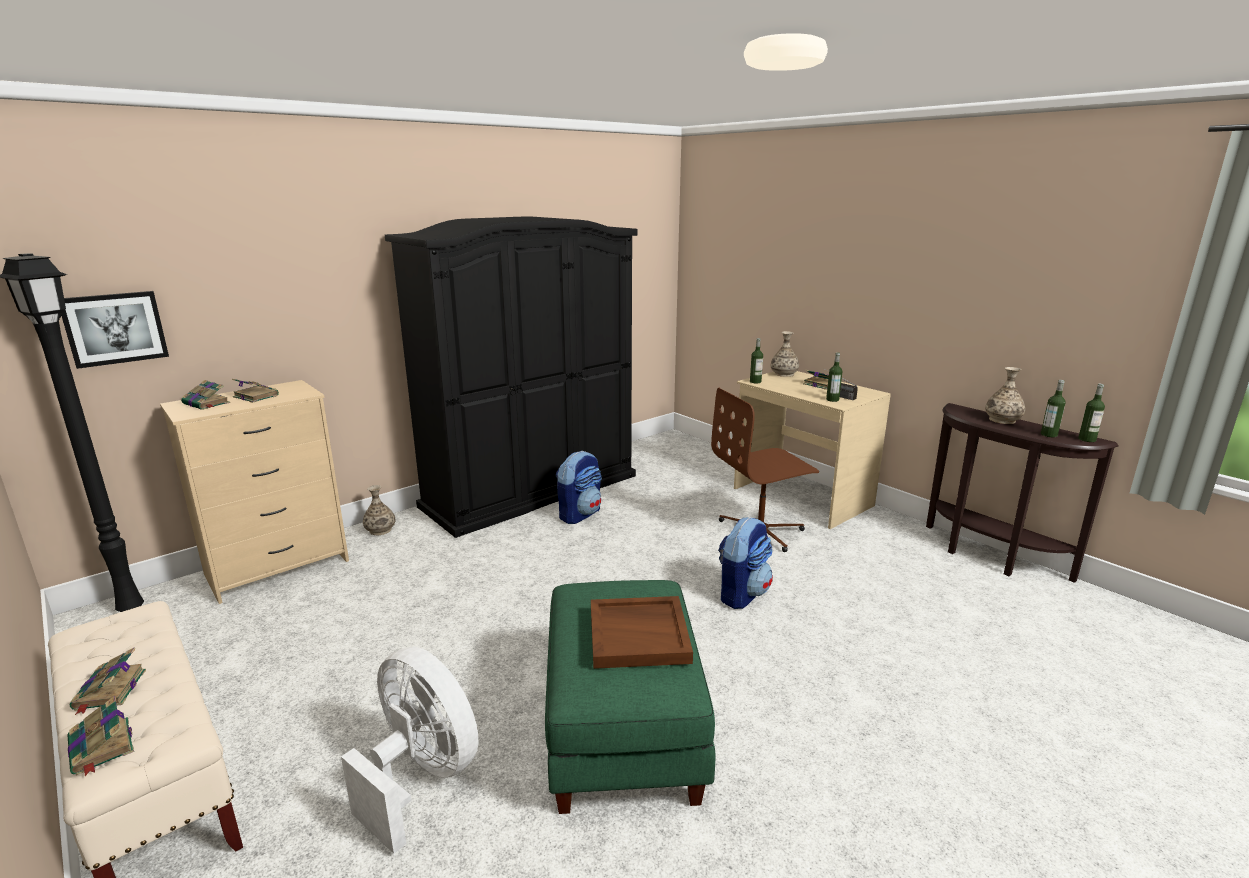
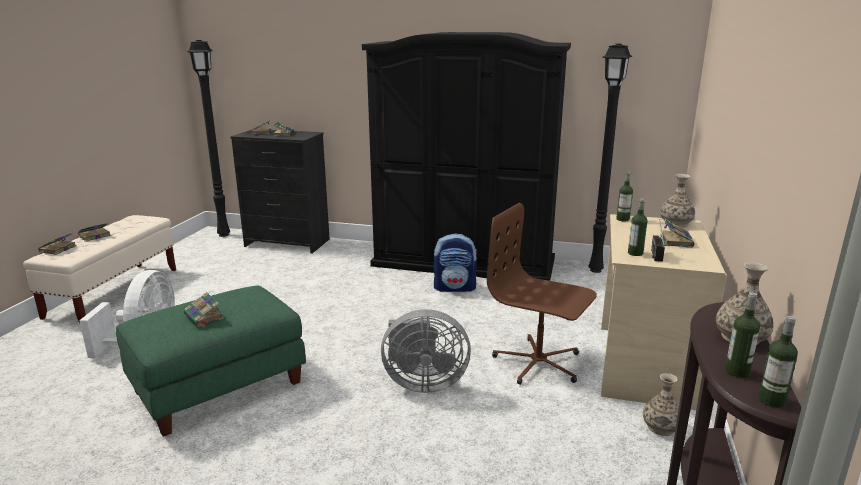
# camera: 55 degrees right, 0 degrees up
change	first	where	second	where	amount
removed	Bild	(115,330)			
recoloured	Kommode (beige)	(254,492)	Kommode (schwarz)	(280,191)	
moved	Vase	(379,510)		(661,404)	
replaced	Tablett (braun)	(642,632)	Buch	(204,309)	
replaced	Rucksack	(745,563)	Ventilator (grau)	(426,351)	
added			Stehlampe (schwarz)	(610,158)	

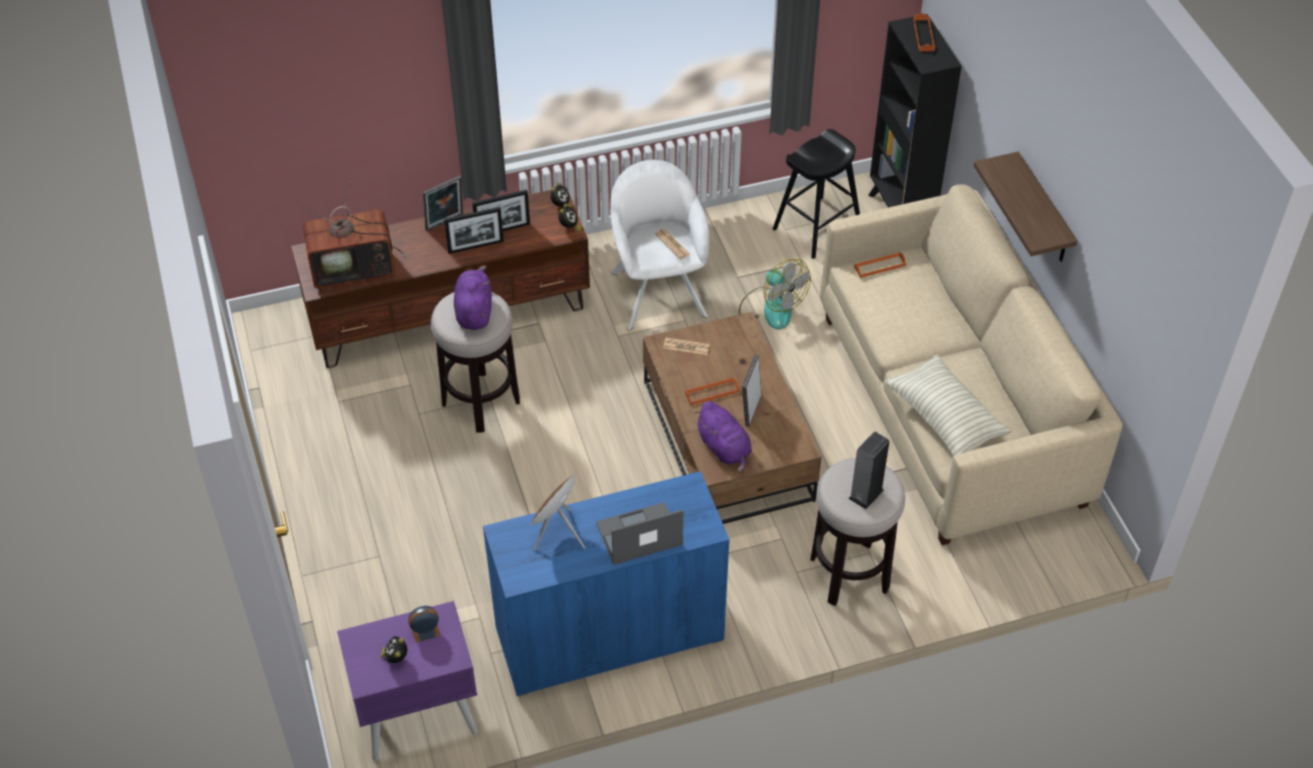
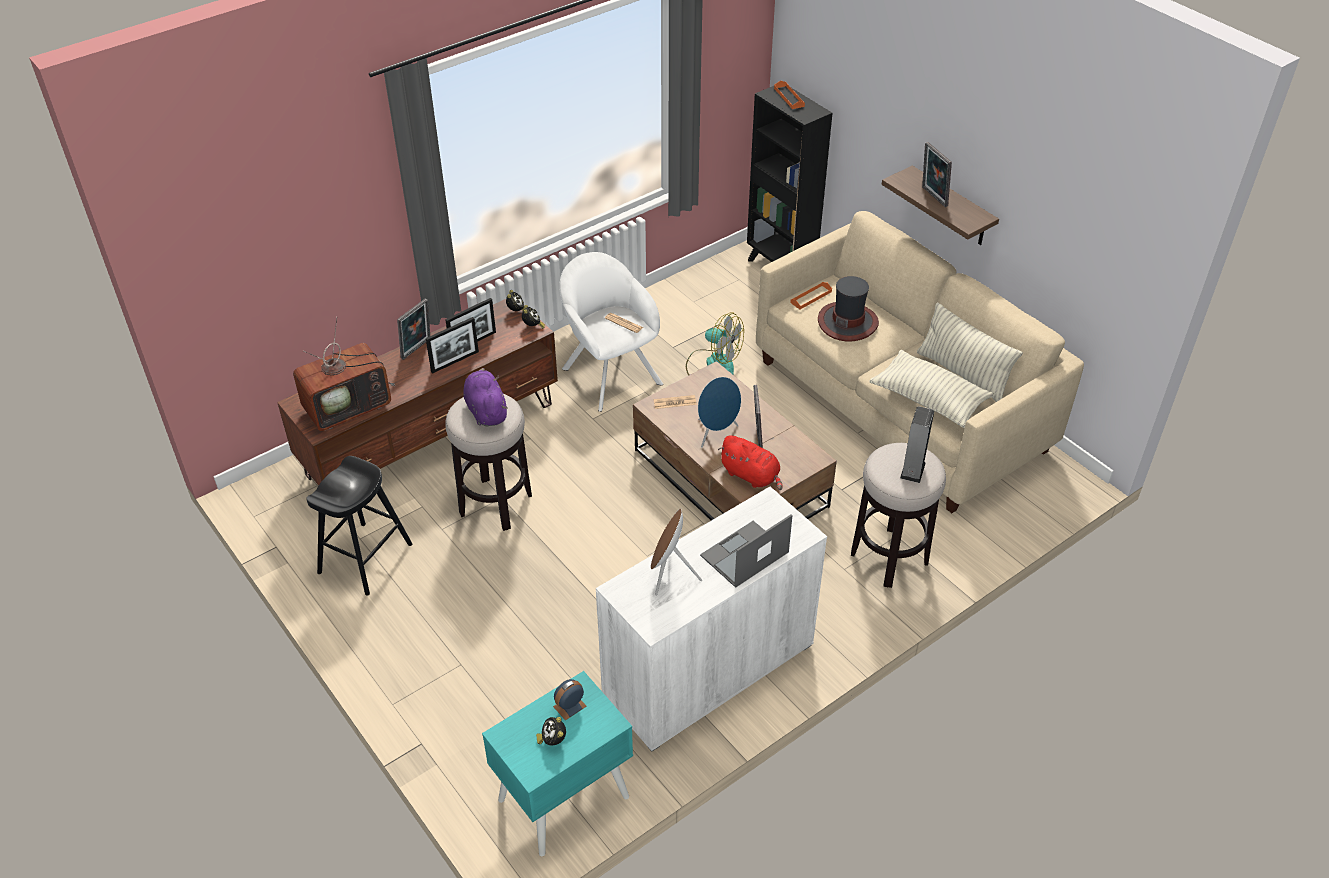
# camera: 20 degrees left, 5 degrees down
change	first	where	second	where	amount
recoloured	Nachttisch (lila)	(407,681)	Nachttisch (türkis)	(557,763)	
recoloured	Schrank (blau)	(606,583)	Schrank (weiß)	(711,618)	
replaced	Tablett (orange)	(712,391)	Lautsprecher (blau)	(719,412)	
recoloured	Plüschtier (lila)	(723,437)	Plüschtier (rot)	(750,462)	
moved	Hocker (schwarz)	(816,194)		(359,526)	
added			Hut	(848,308)	
added			Kissen	(970,352)	
added			Bilderrahmen	(937,174)	

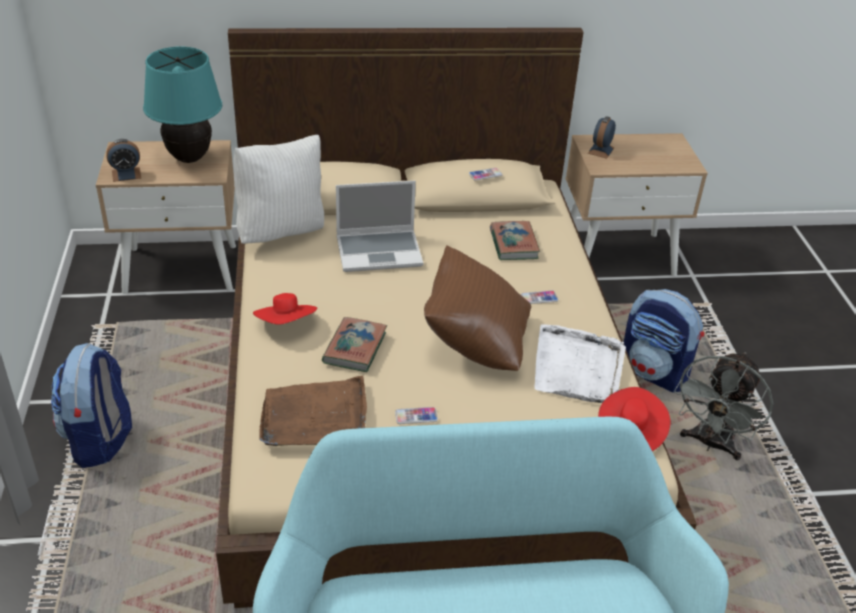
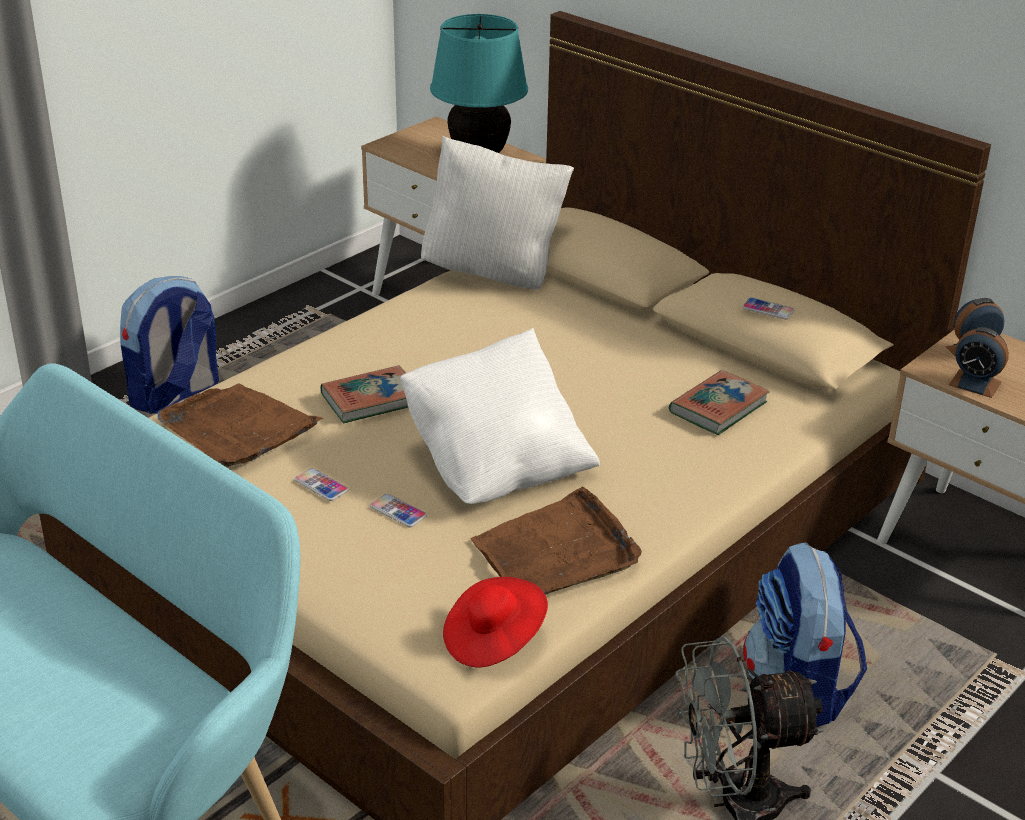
# camera: 50 degrees right, 5 degrees down
change	first	where	second	where	amount
moved	Wecker	(123,160)		(979,362)	
removed	Hut (rot)	(285,309)			
removed	Laptop	(379,226)			
recoloured	Kissen (braun)	(477,308)	Kissen (weiß)	(500,416)	
moved	Handy	(539,297)		(398,510)	
recoloured	Tablett (weiß)	(580,363)	Tablett (braun)	(556,541)	

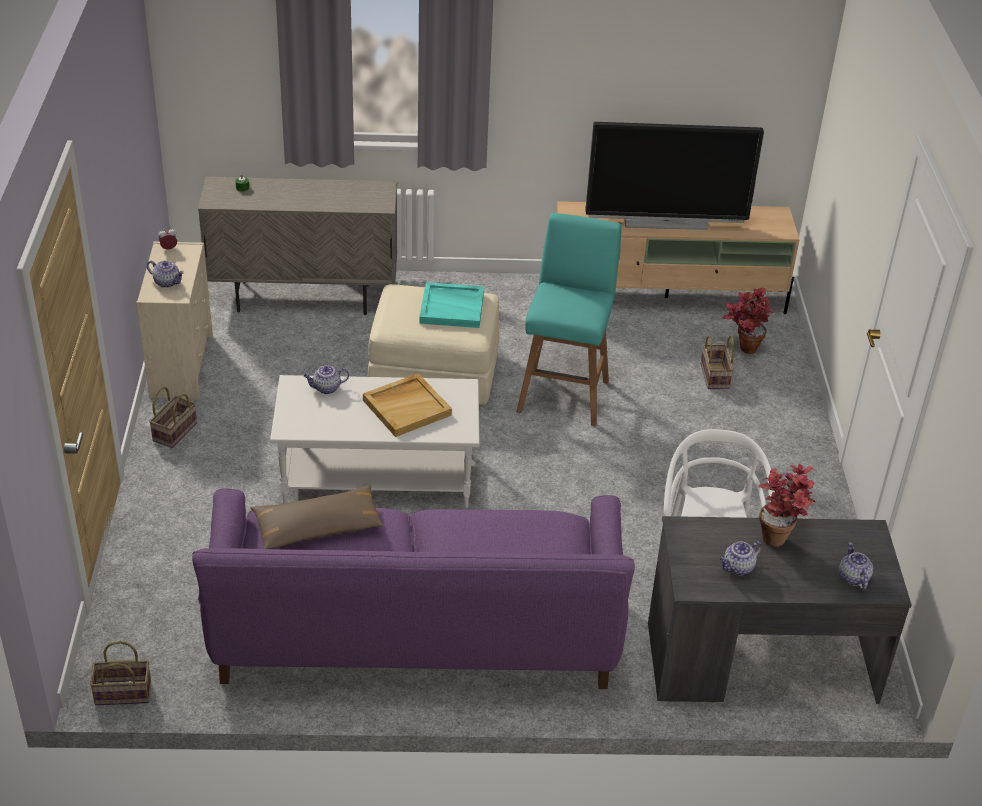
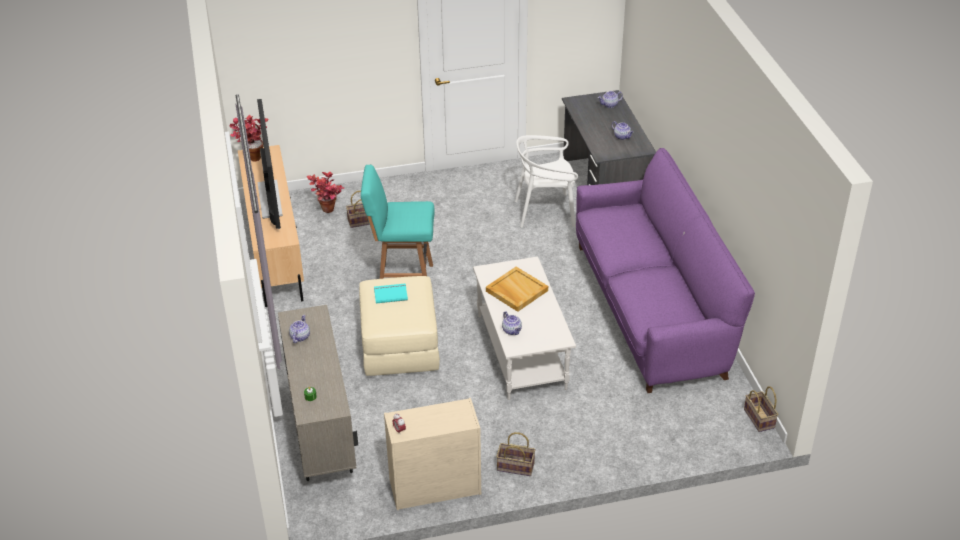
# camera: 100 degrees left, 0 degrees up
change	first	where	second	where	amount
moved	Teekanne	(165,274)		(299,329)	
removed	Kissen (braun)	(317,517)			
replaced	Tablett (türkis)	(452,305)	Buch (türkis)	(391,293)	
moved	Topfpflanze	(787,505)		(249,138)	

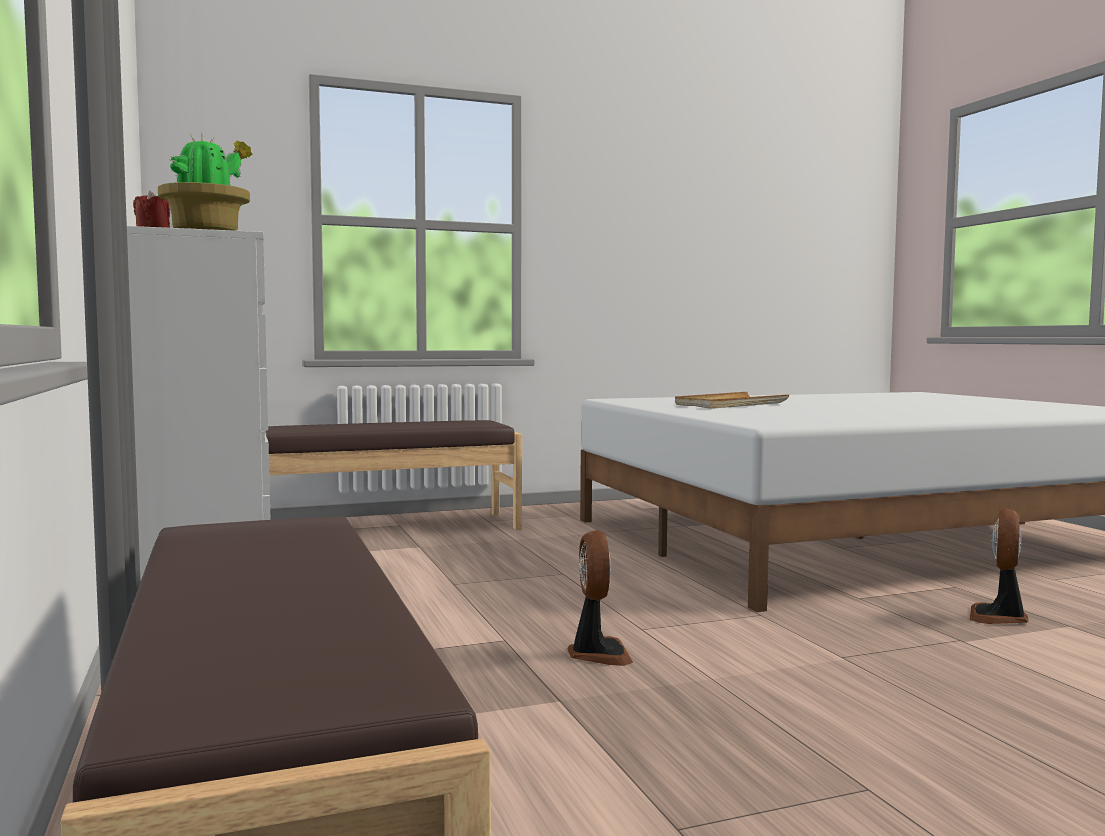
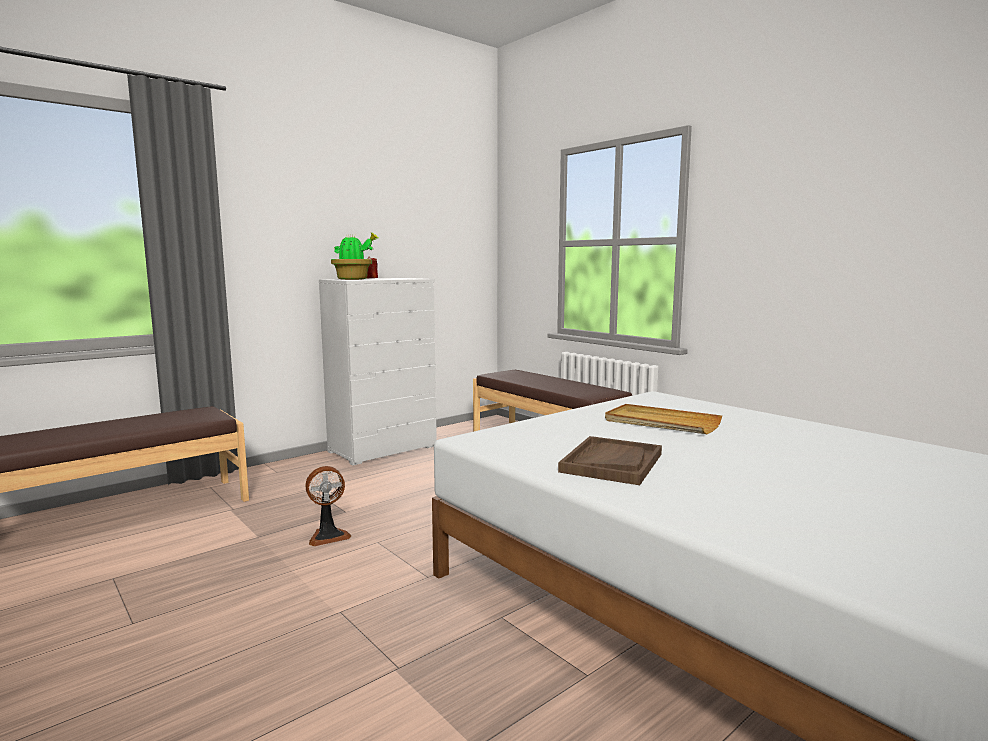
# camera: 70 degrees right, 5 degrees up
change	first	where	second	where	amount
removed	Ventilator	(999,566)			
added			Tablett (braun)	(610,460)	

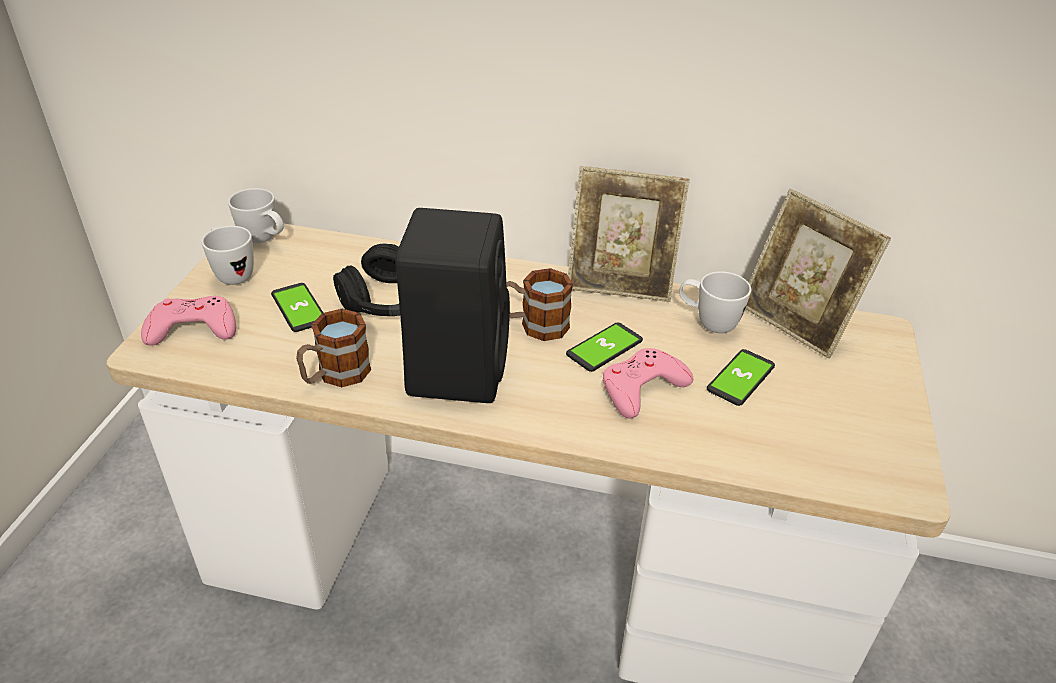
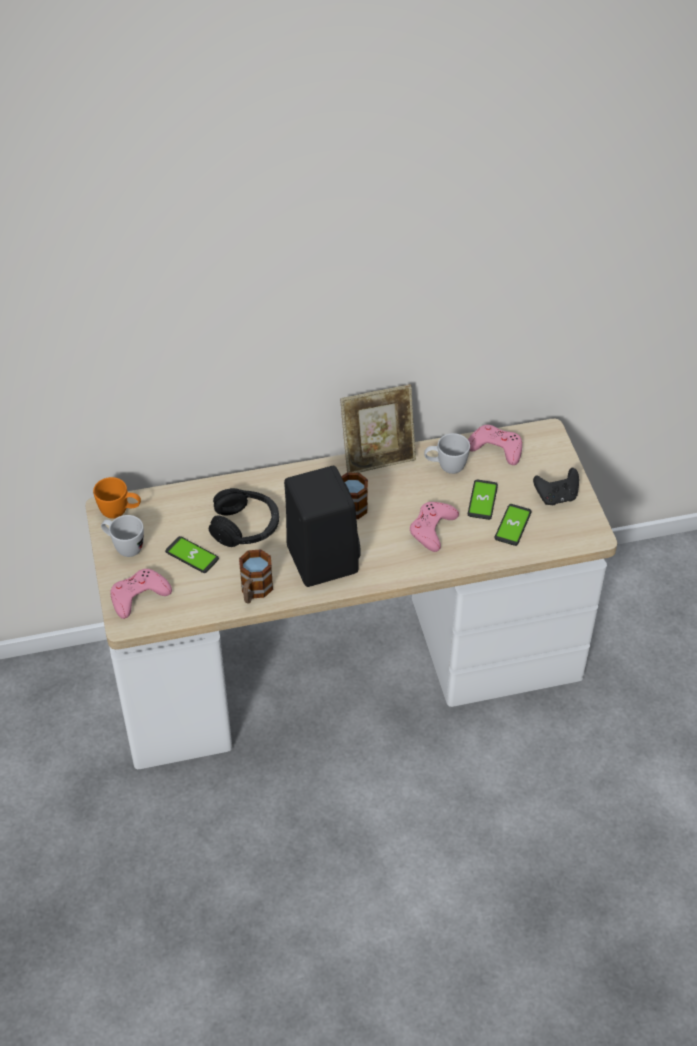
# camera: 25 degrees left, 10 degrees up
change	first	where	second	where	amount
recoloured	Henkelbecher (weiß)	(256,215)	Henkelbecher (orange)	(117,498)	
moved	Handy	(604,347)		(513,525)	
replaced	Bilderrahmen	(818,273)	Gamepad (rosa)	(495,445)	
added			Gamepad (schwarz)	(556,486)	

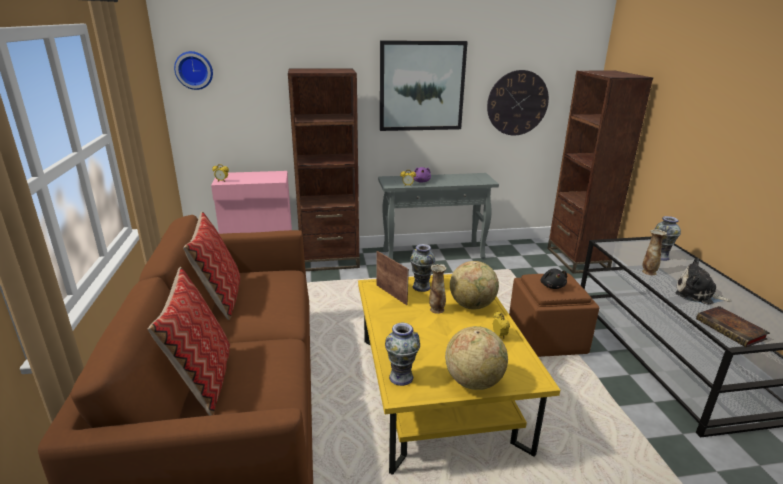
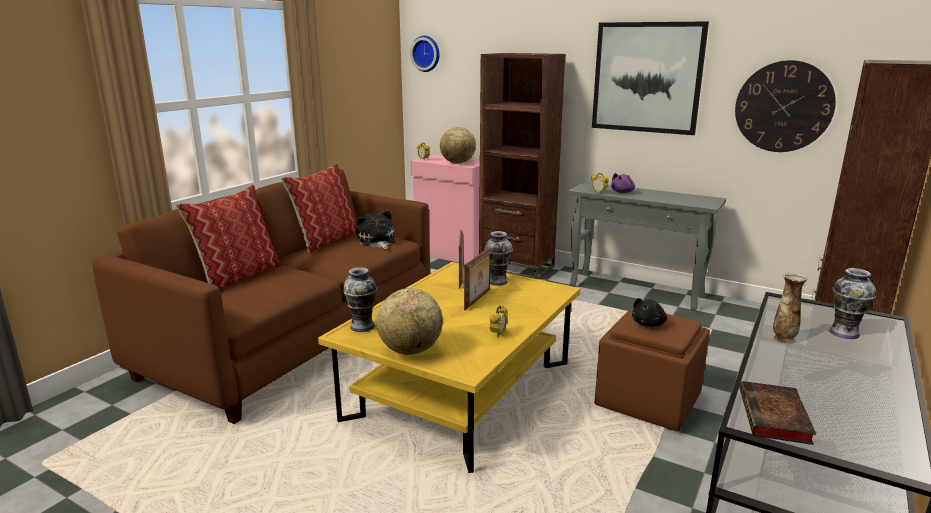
# camera: 40 degrees right, 5 degrees down
change	first	where	second	where	amount
replaced	Vase	(438,289)	Bilderrahmen	(477,278)	
moved	Globus	(474,285)		(458,145)	
moved	Plüschtier	(703,281)		(376,229)	

